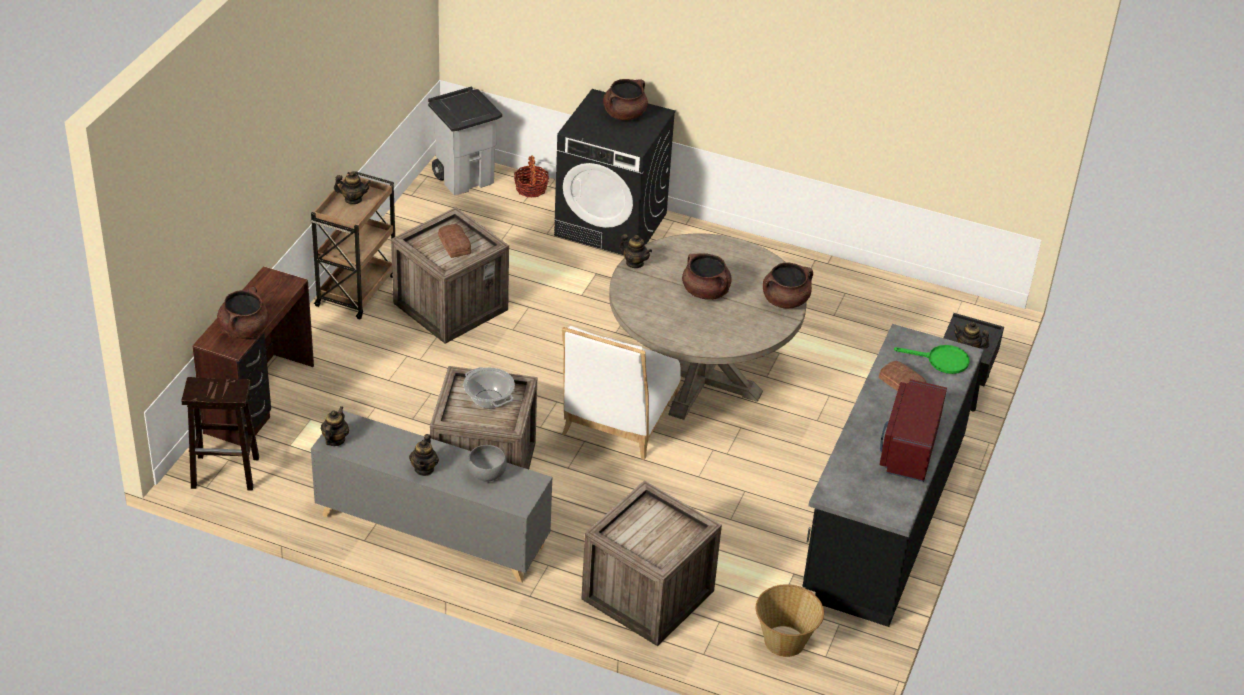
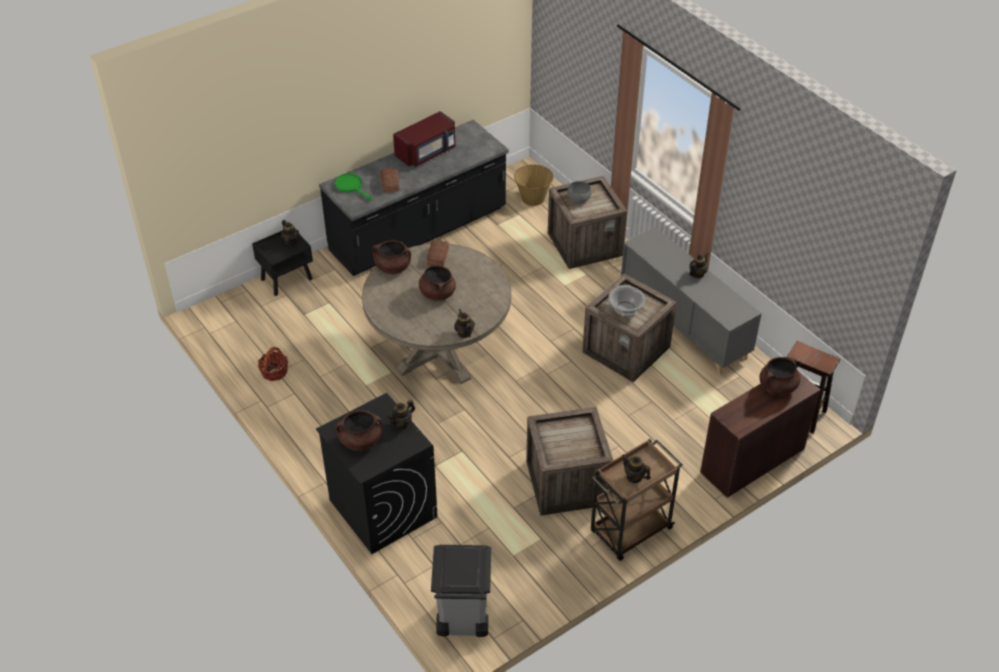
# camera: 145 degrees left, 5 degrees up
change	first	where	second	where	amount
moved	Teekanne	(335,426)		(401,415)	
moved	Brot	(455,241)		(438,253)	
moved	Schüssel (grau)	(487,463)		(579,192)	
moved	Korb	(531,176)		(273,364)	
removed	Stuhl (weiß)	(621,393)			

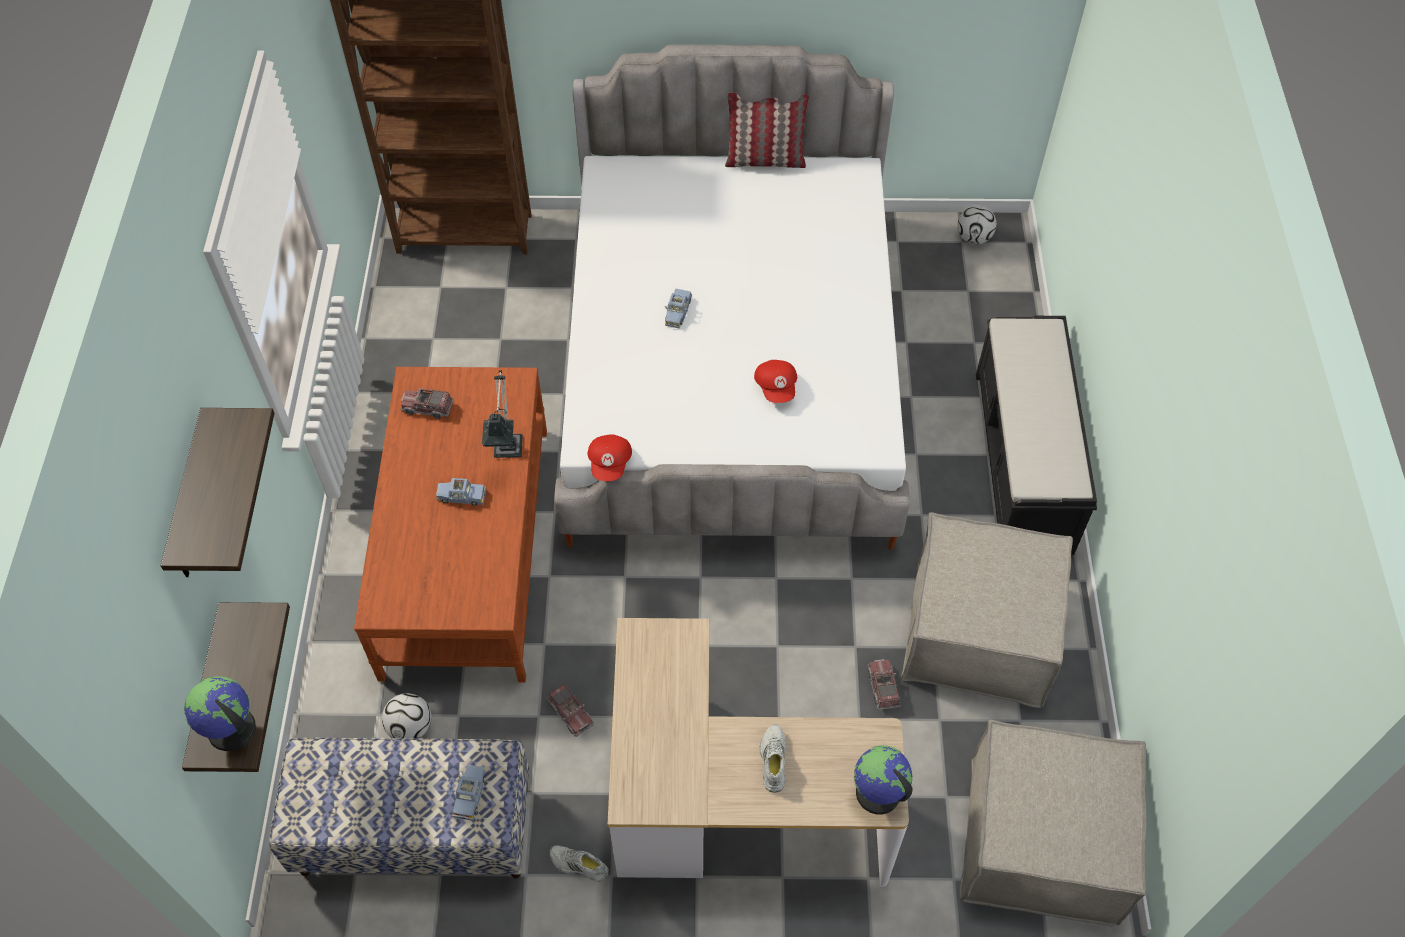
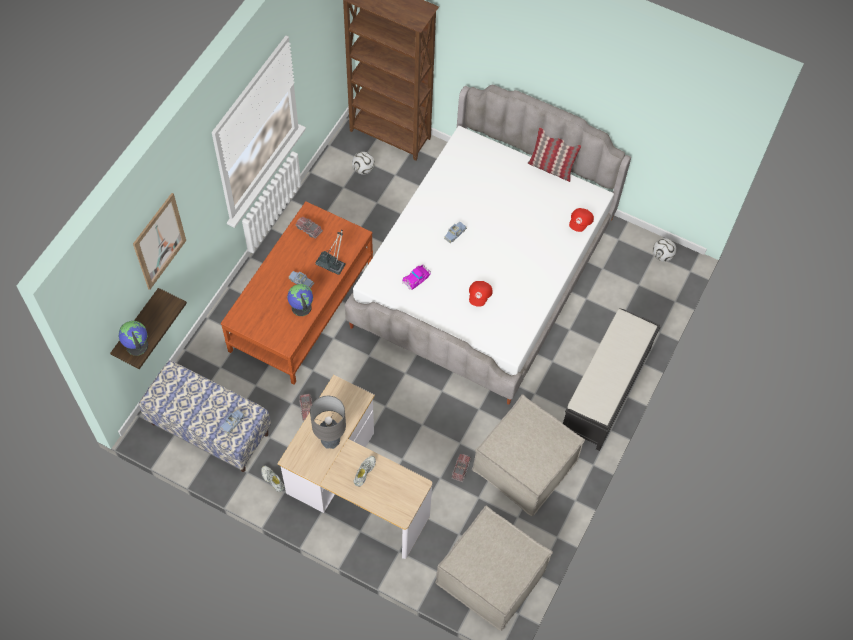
# camera: 25 degrees right, 5 degrees up
change	first	where	second	where	amount
replaced	Wandregal	(218,492)	Bild	(159,241)	
moved	Fußball	(407,716)		(363,163)	
moved	Kappe (rot)	(610,457)		(581,220)	
moved	Globus	(883,779)		(300,300)	
added			Tischlampe (grau)	(328,422)	
added			Spielzeugauto	(416,277)	

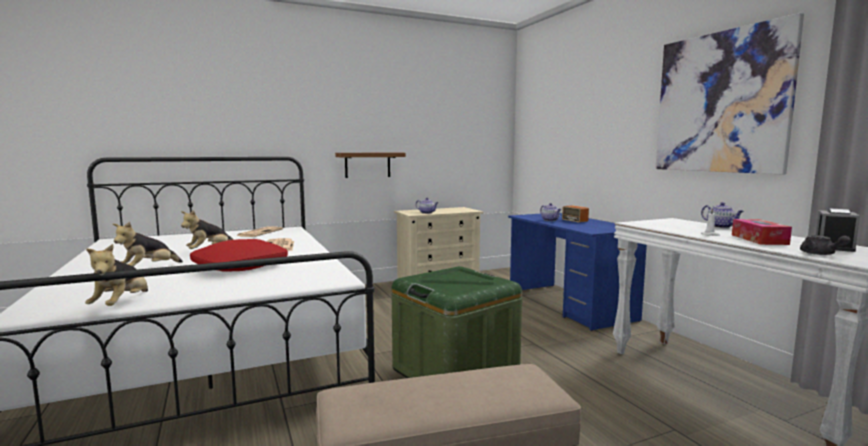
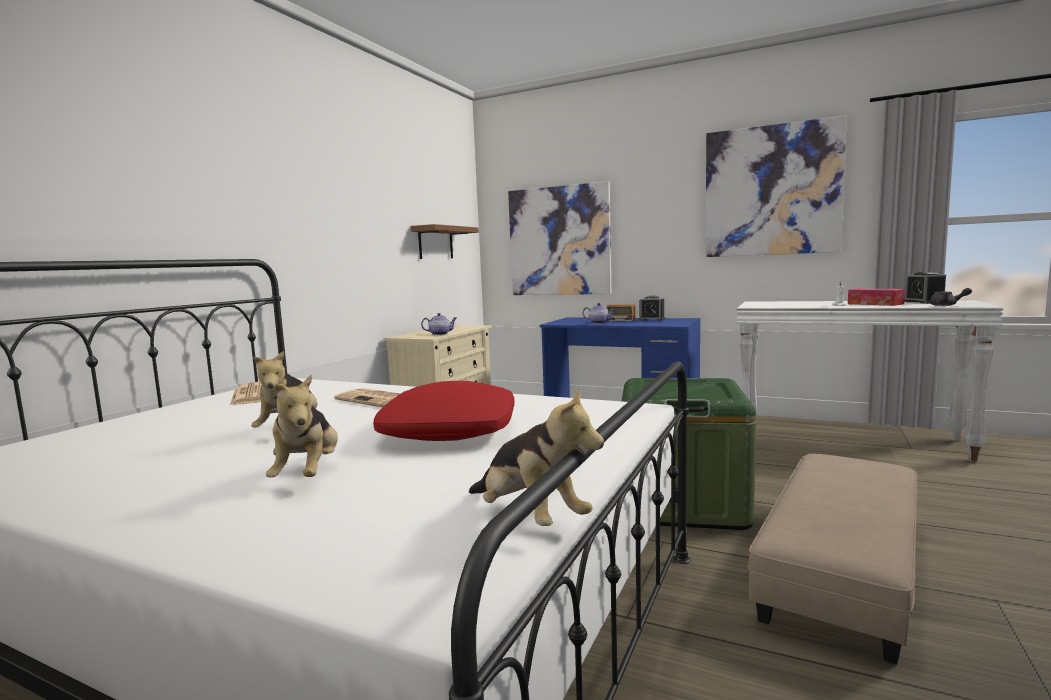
# camera: 40 degrees left, 0 degrees up
change	first	where	second	where	amount
moved	Wandregal (braun)	(370,165)		(445,241)	
removed	Teekanne	(722,215)			
added			Bild	(559,238)	
added			Wecker	(651,308)	

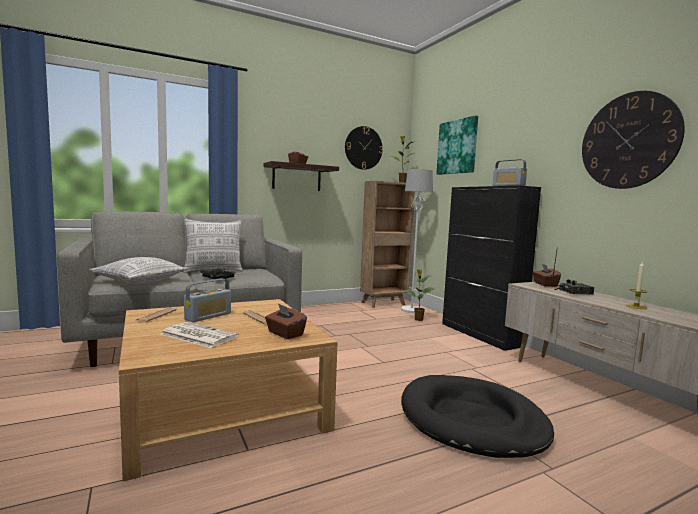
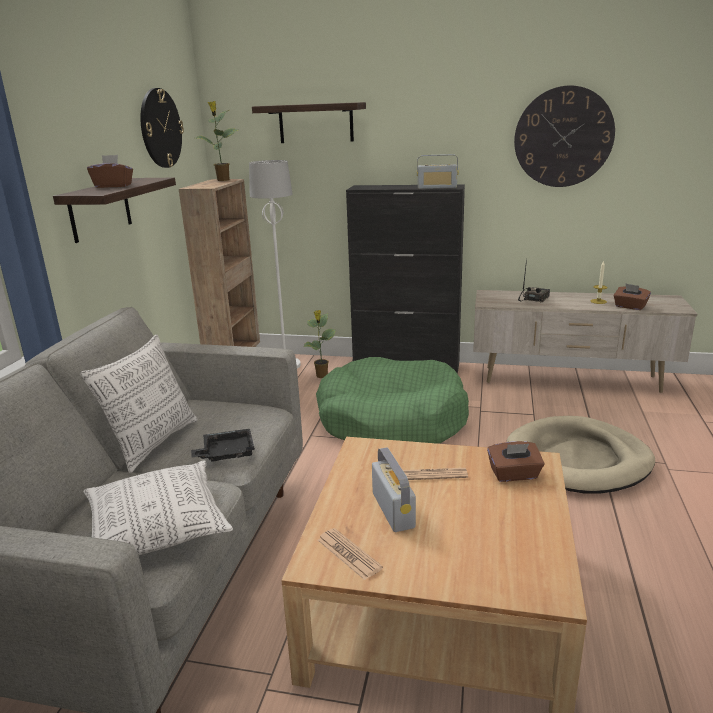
# camera: 50 degrees left, 15 degrees up
change	first	where	second	where	amount
removed	Zeitung	(199,335)			
recoloured	Hundebett (schwarz)	(477,416)	Hundebett (beige)	(581,455)	
replaced	Bild	(457,145)	Wandregal	(309,122)	
moved	Taschentuchbox (braun)	(547,275)		(632,296)	
added			Hundebett (grün)	(392,400)	

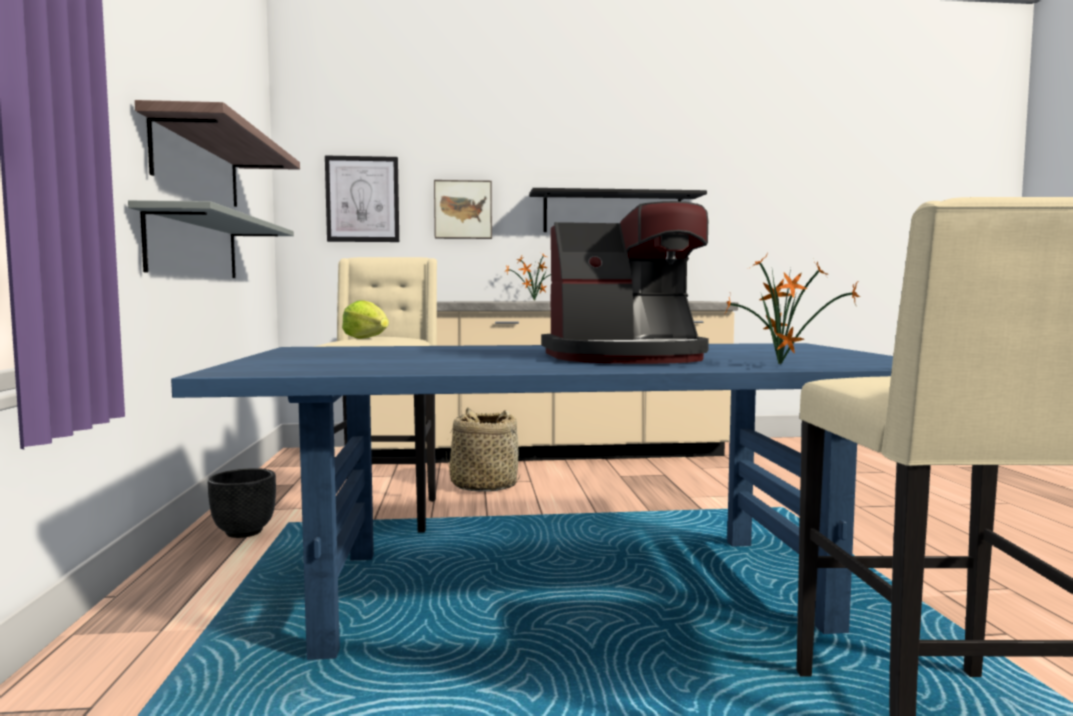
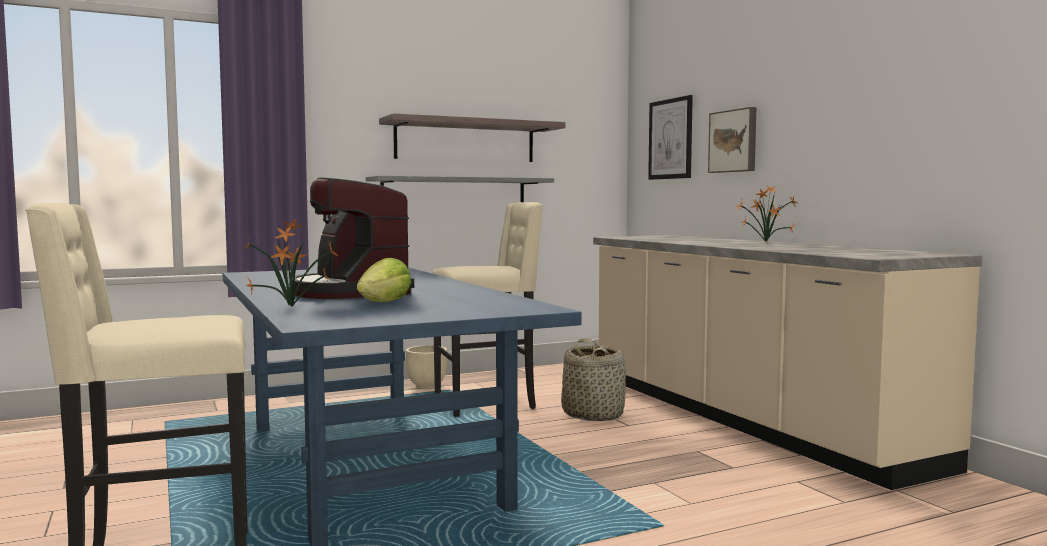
# camera: 70 degrees right, 0 degrees up
change	first	where	second	where	amount
recoloured	Pflanzkübel (schwarz)	(242,503)	Pflanzkübel (beige)	(426,367)	
moved	Salatkopf	(365,319)		(384,280)	
removed	Wandregal (schwarz)	(618,210)			

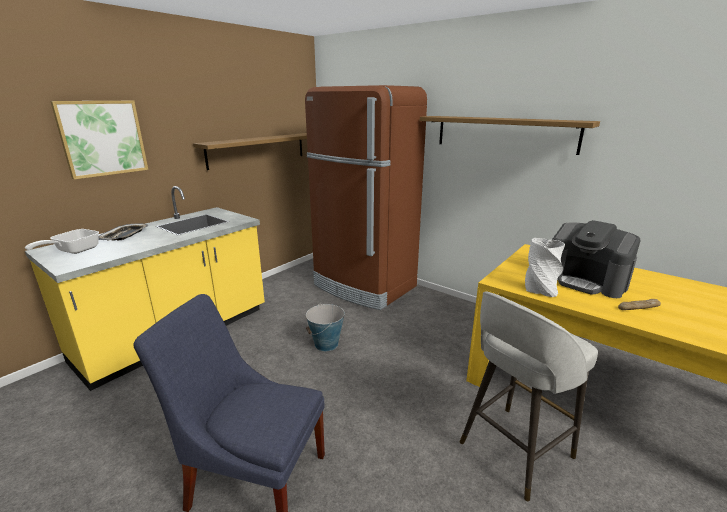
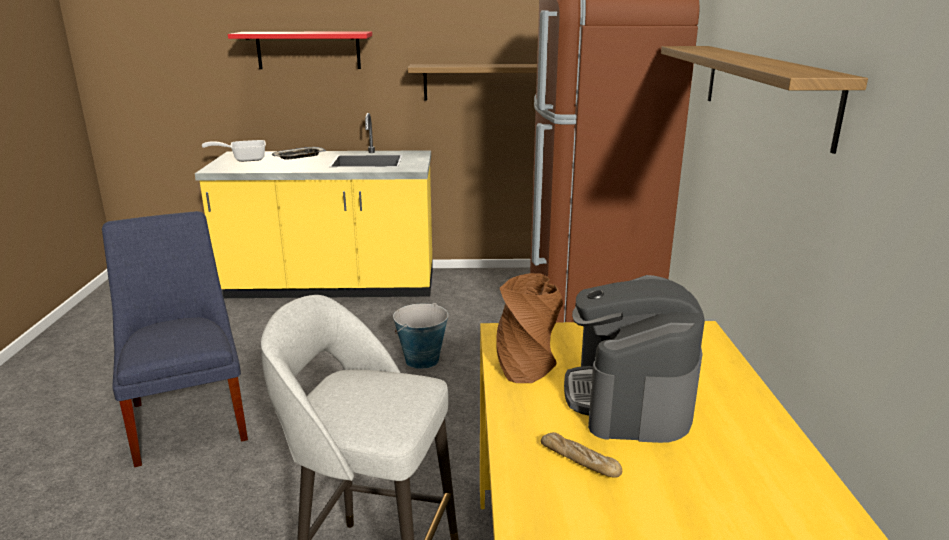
# camera: 50 degrees right, 0 degrees up
change	first	where	second	where	amount
replaced	Bild	(99,140)	Wandregal (rot)	(300,50)	
recoloured	Vase (grau)	(545,267)	Vase (braun)	(529,328)	

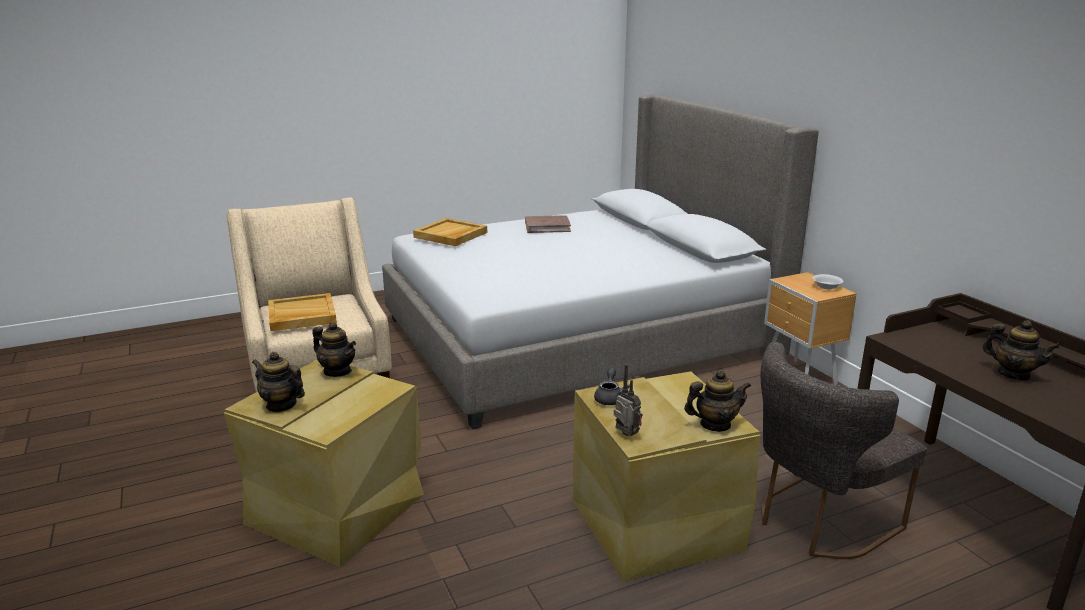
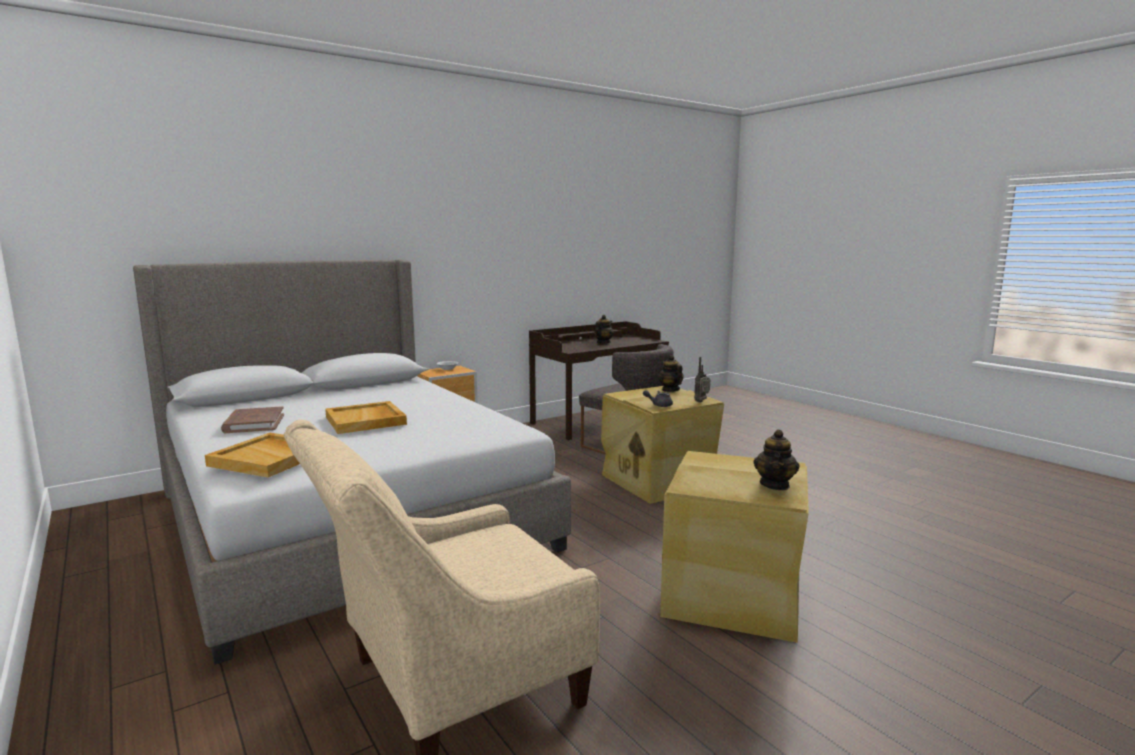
# camera: 100 degrees left, 10 degrees down
change	first	where	second	where	amount
moved	Tablett (beige)	(302,312)		(366,417)	
removed	Teekanne	(334,349)			

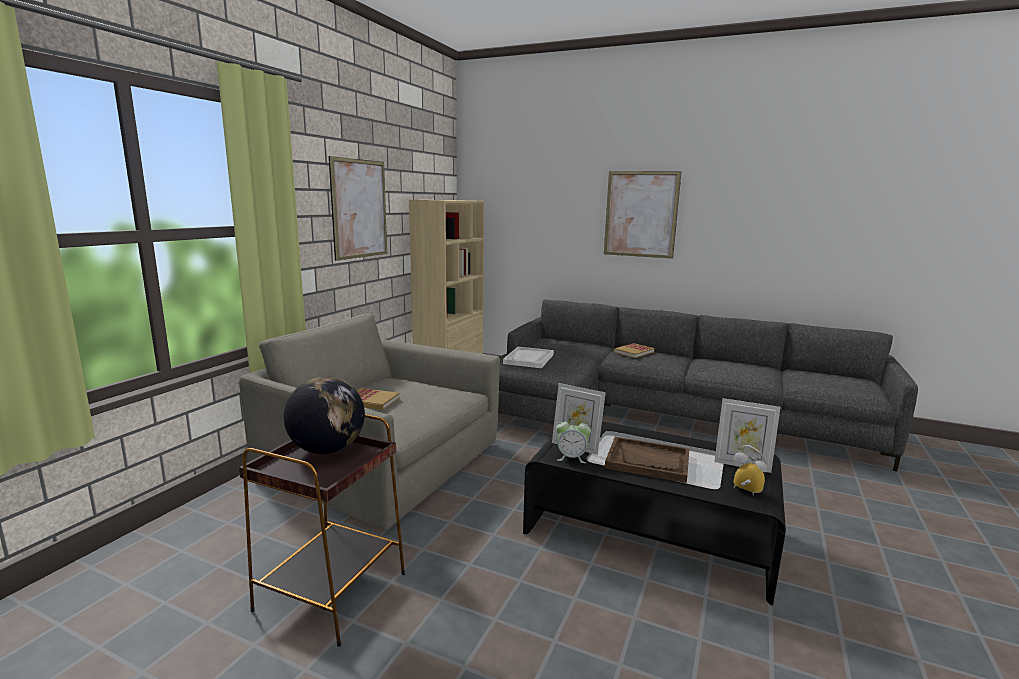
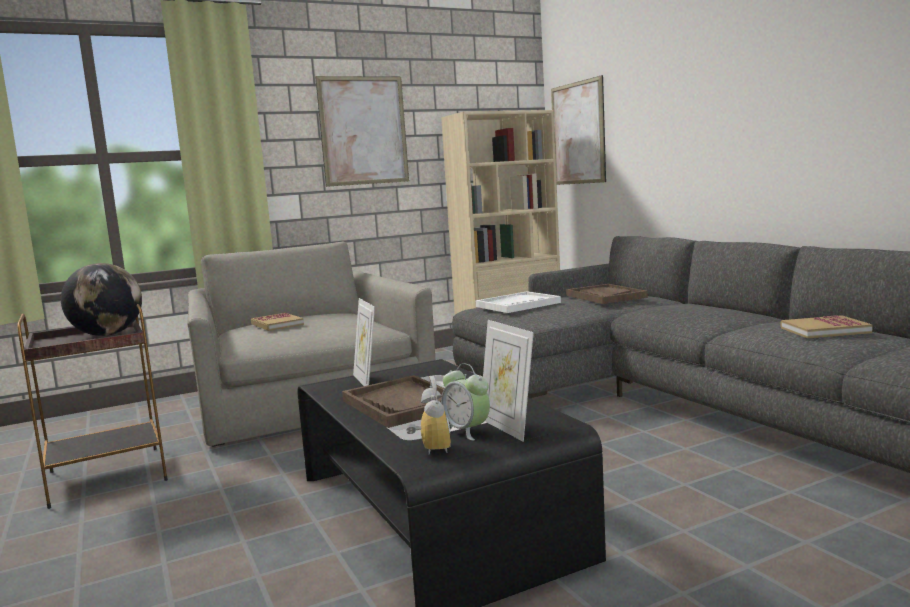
# camera: 40 degrees right, 5 degrees down
change	first	where	second	where	amount
moved	Wecker	(573,440)		(465,402)	
moved	Bild	(643,215)		(578,130)	
moved	Buch	(634,350)		(827,326)	
added			Tablett (braun)	(607,294)	

